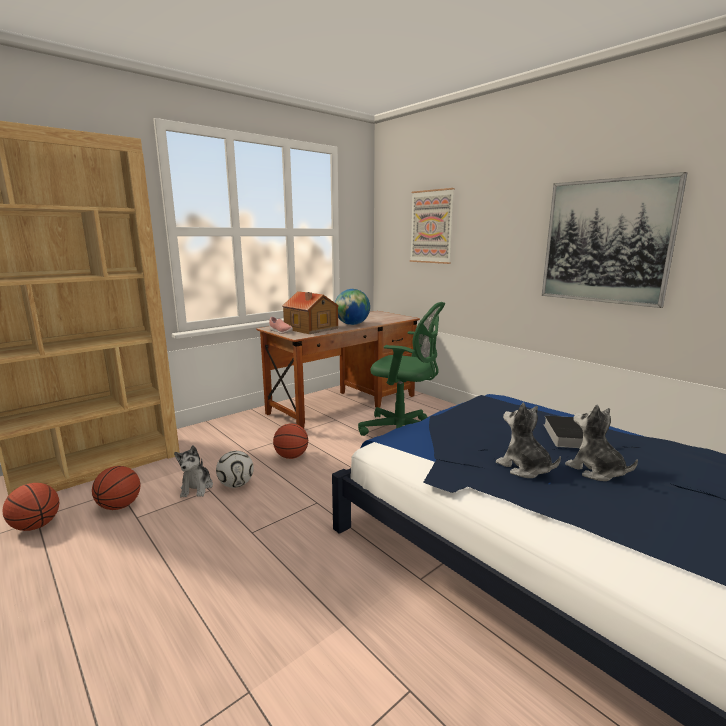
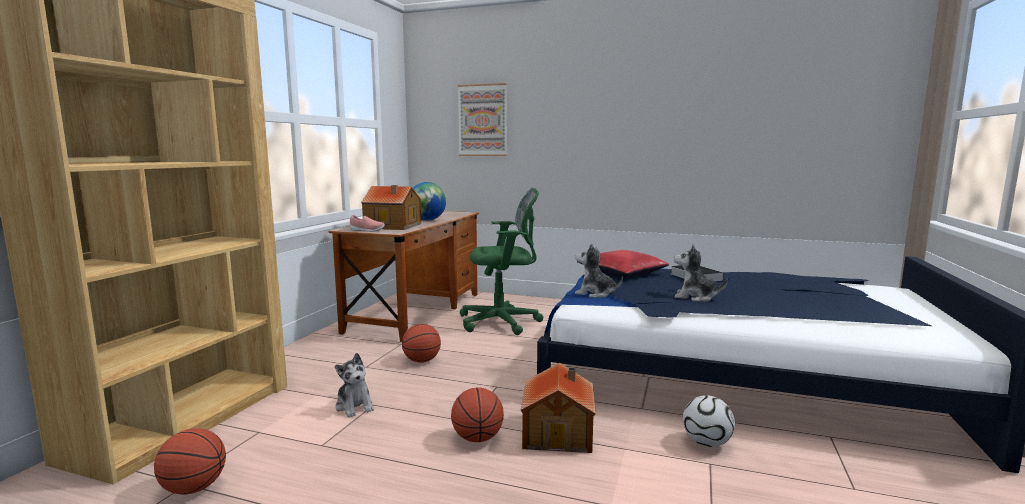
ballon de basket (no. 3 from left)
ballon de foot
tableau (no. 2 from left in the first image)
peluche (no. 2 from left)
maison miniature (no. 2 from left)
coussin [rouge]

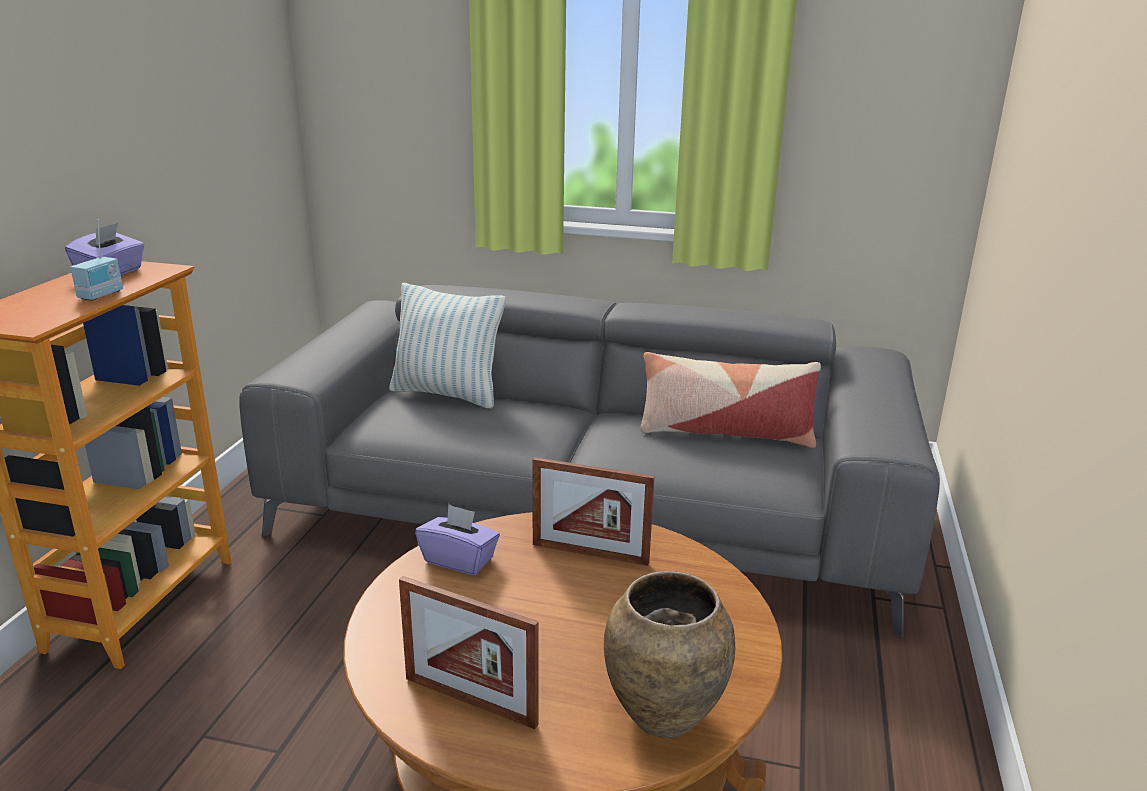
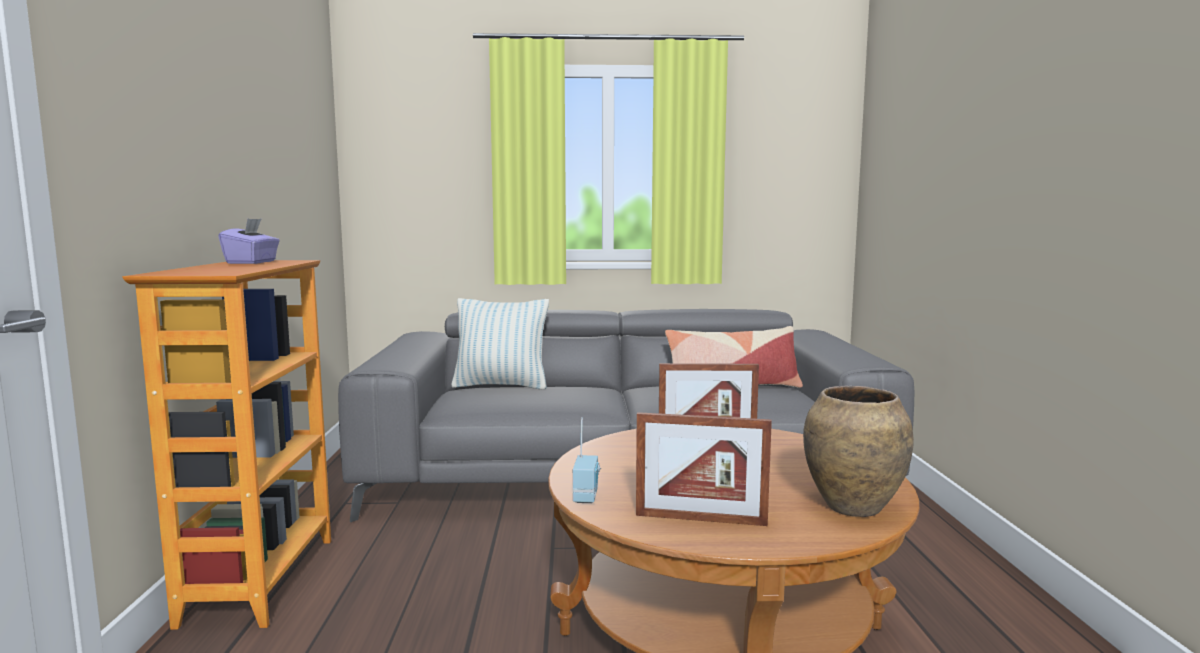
radio
boîte à mouchoirs [violet] (no. 2 from left in the first image)

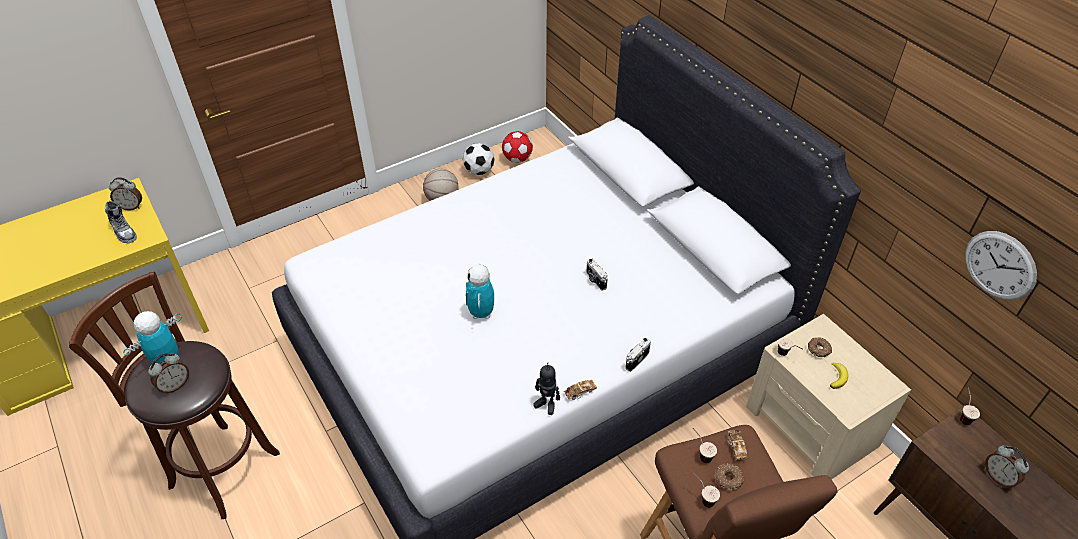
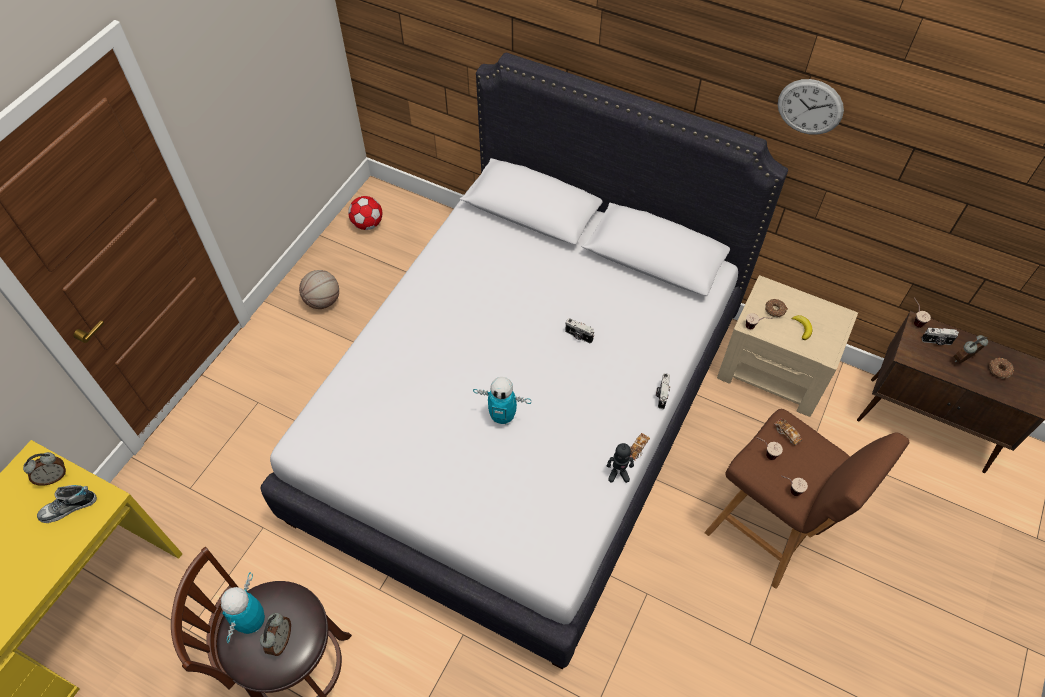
chaussure
ballon de foot (no. 1 from left in the first image)
robot jouet (no. 2 from left)
beignet (no. 2 from left)
horloge murale
réveil (no. 3 from left)
appareil photo (no. 3 from left)

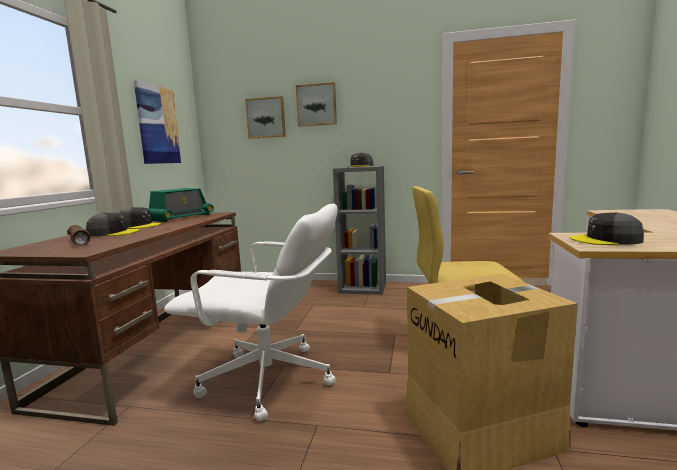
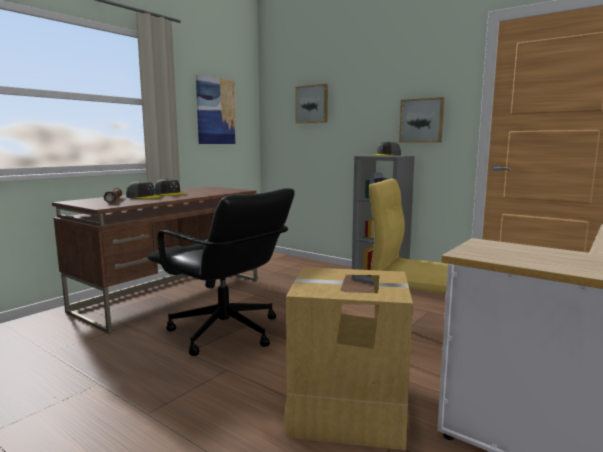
radio
chaise de bureau [noir]
tableau (no. 3 from left)
casquette [gris] (no. 4 from left in the first image)

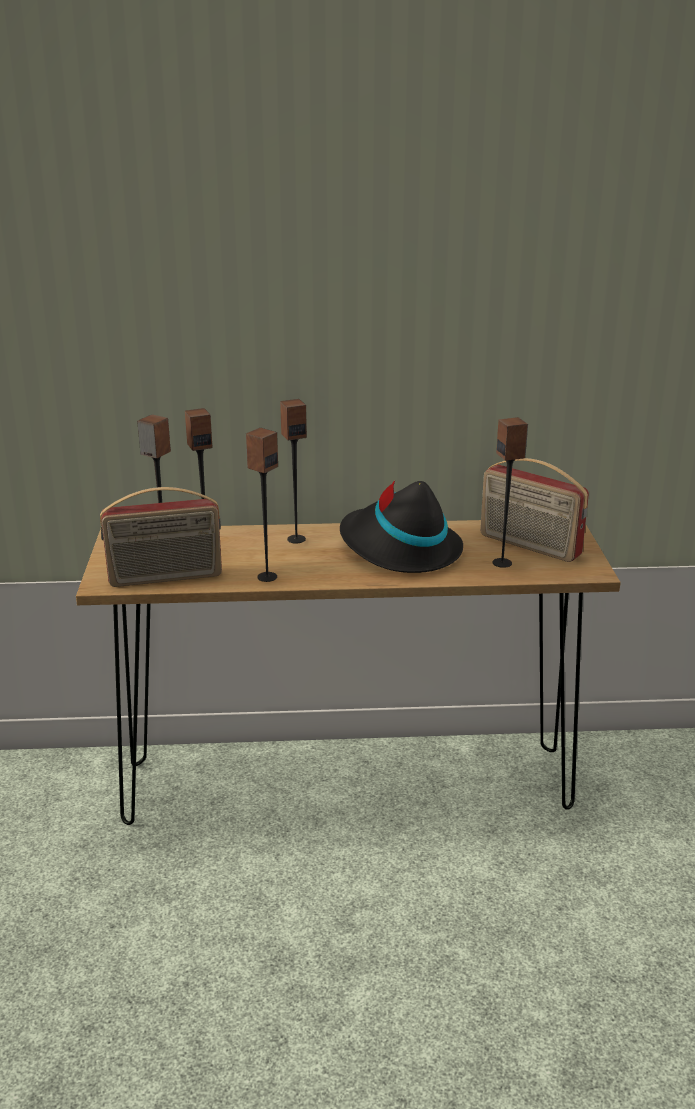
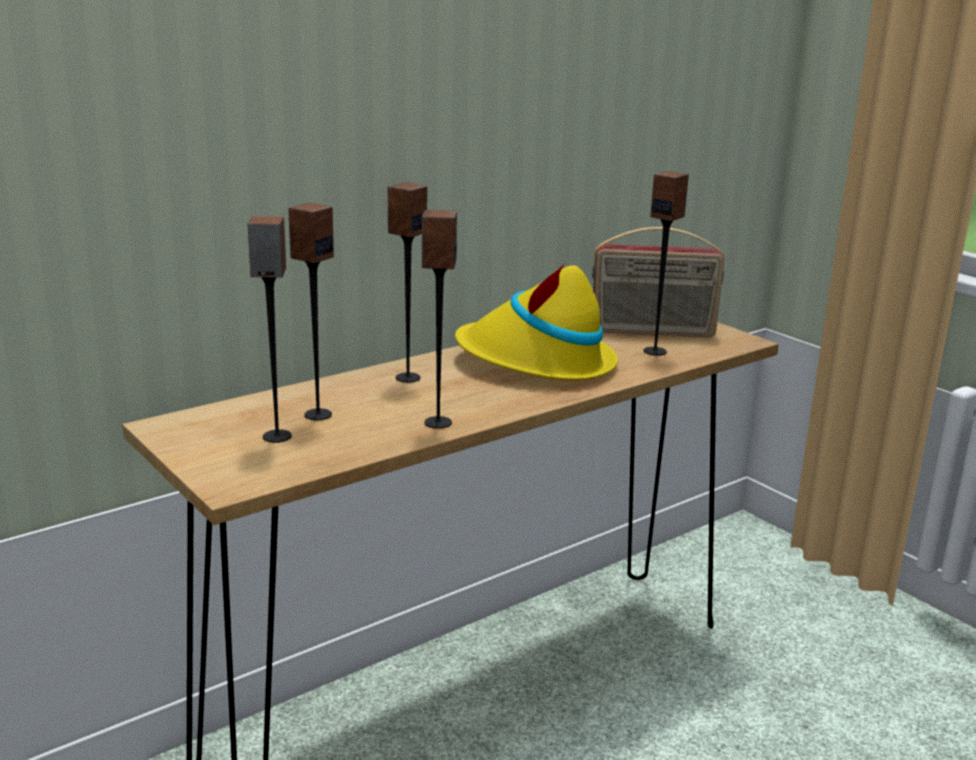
radio (no. 1 from left in the first image)
chapeau [jaune]

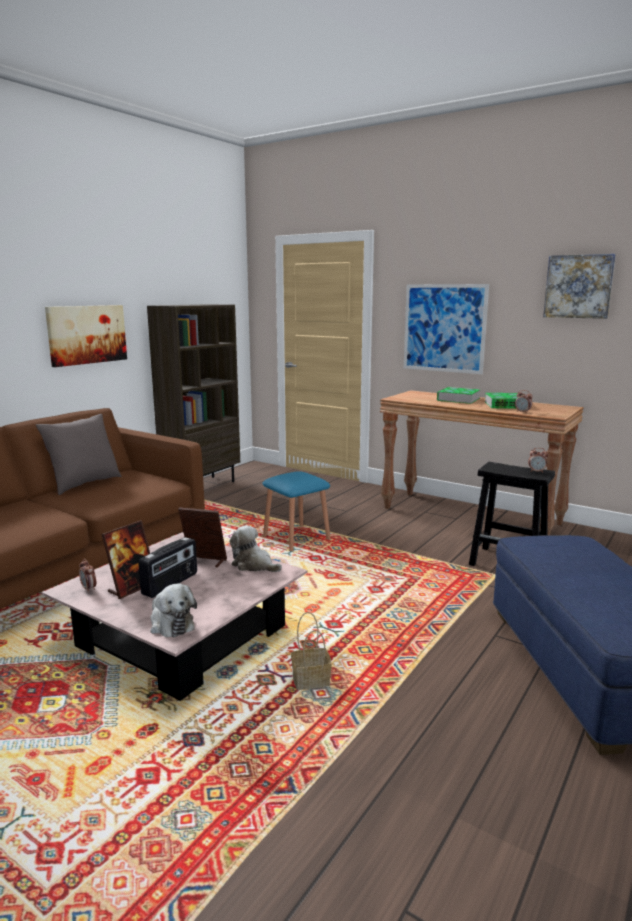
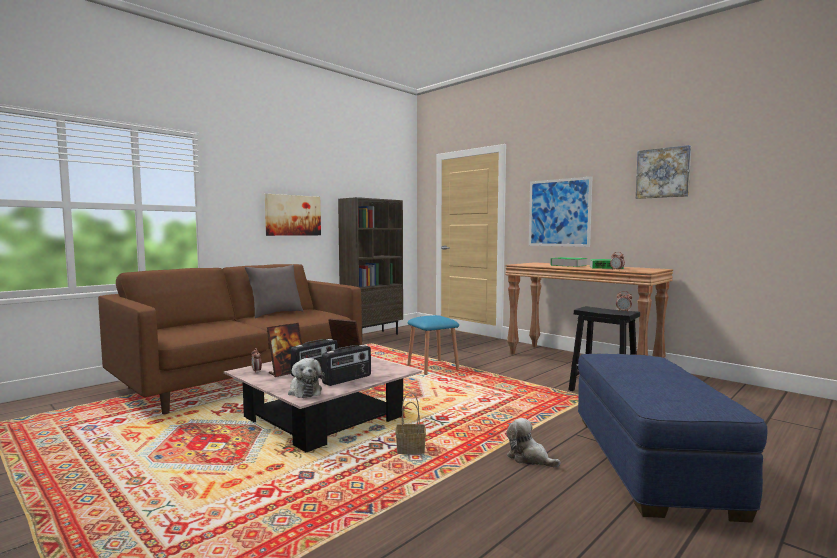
peluche (no. 2 from left)
radio (no. 2 from left)

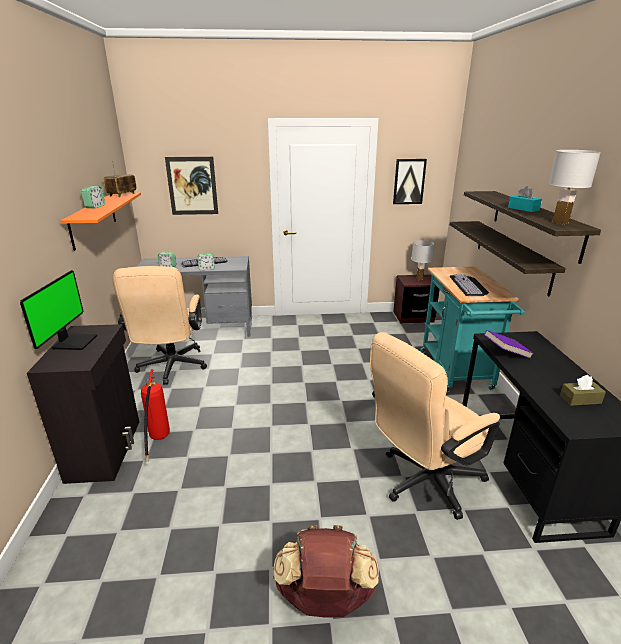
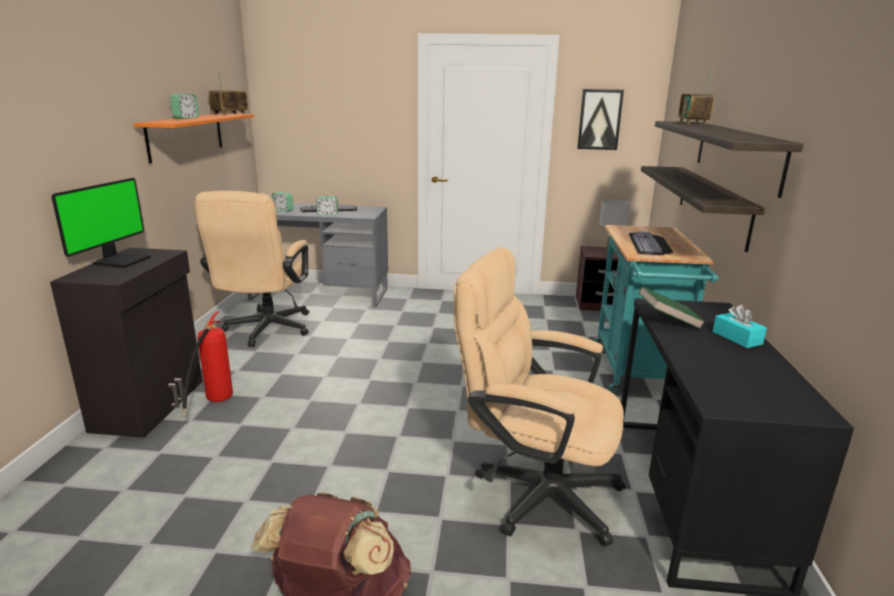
tableau (no. 1 from left in the first image)
chaise de bureau [beige] (no. 2 from left)
livre [vert]
boîte à mouchoirs [turquoise]
lampe de table [blanc] (no. 2 from left in the first image)
boîte à mouchoirs [marron]
radio (no. 2 from left)

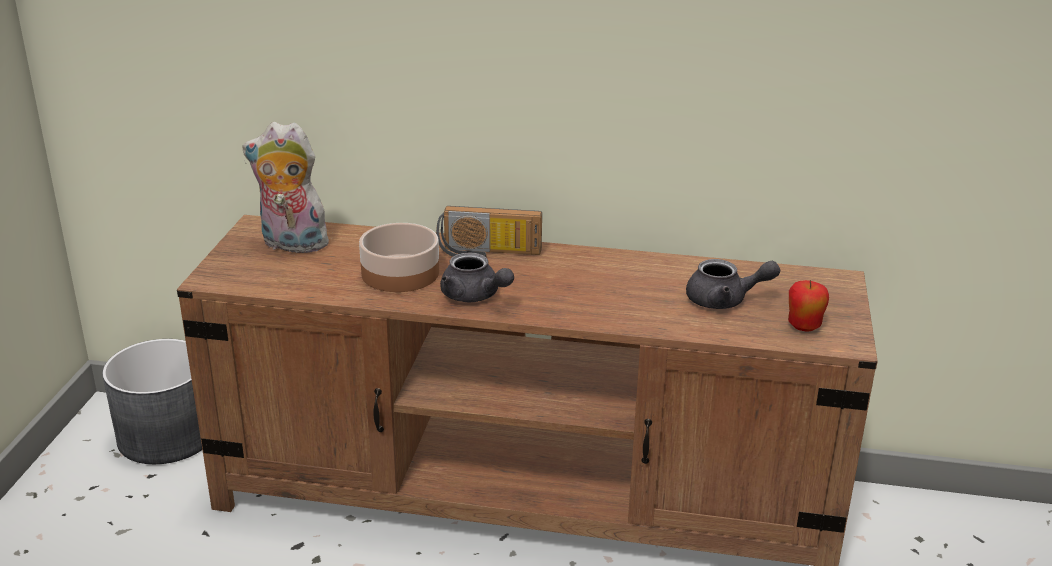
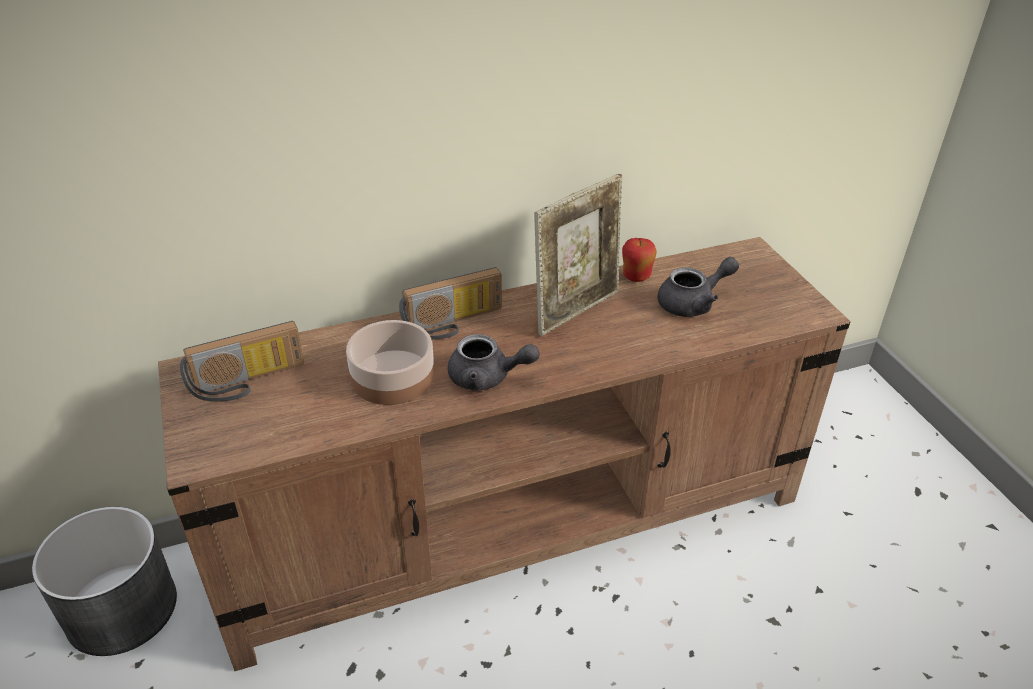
radio (no. 1 from left)
pomme
cadre photo

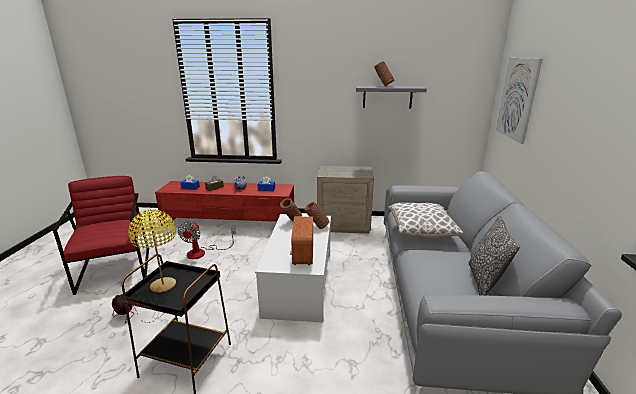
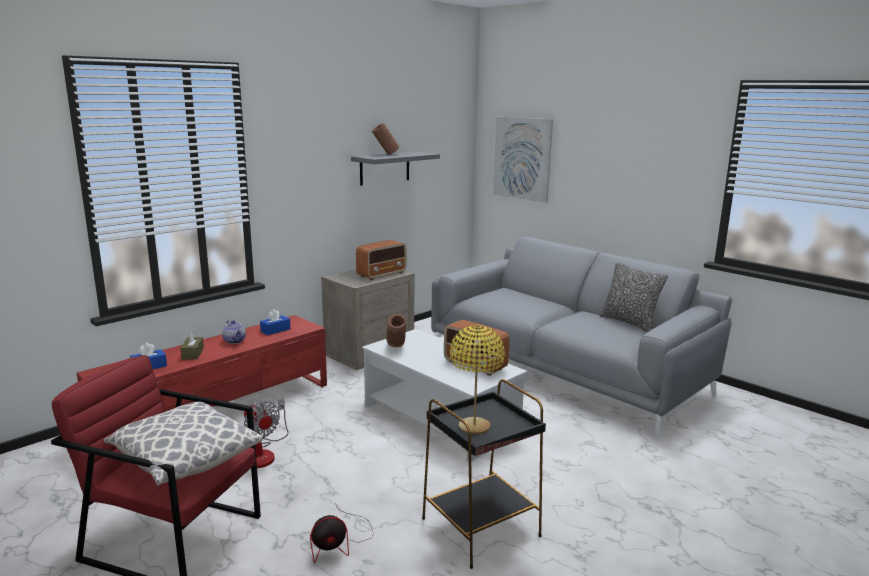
vase [marron] (no. 2 from left in the first image)
coussin (no. 1 from left)
radio (no. 1 from left)

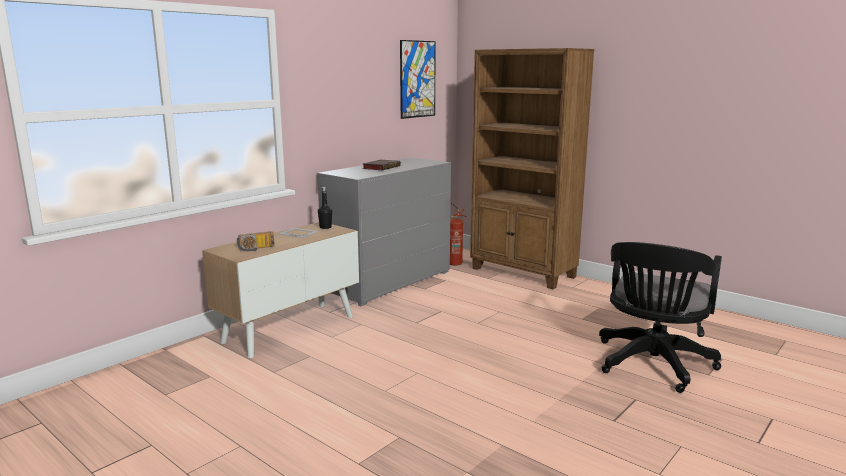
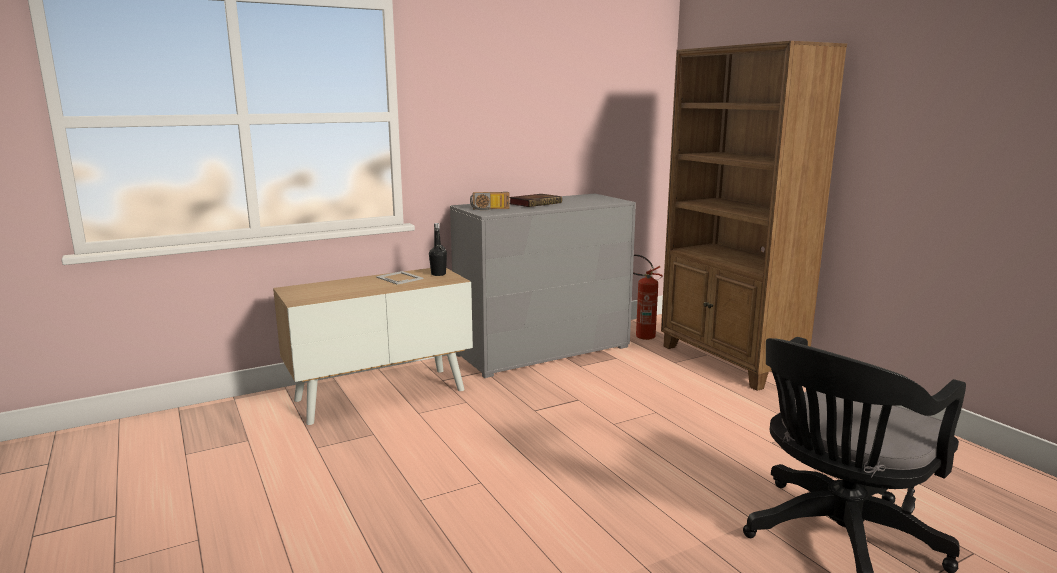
radio
tableau

